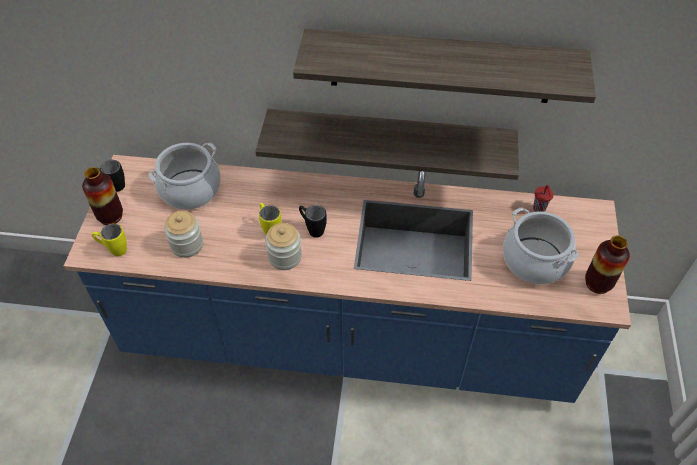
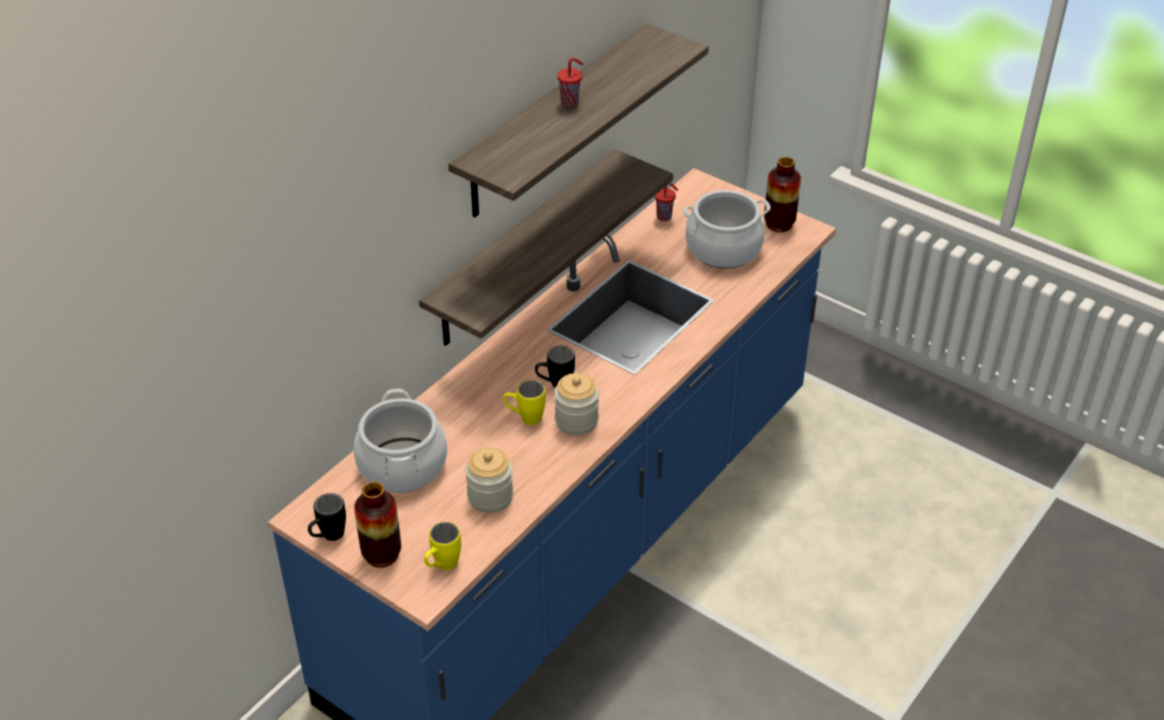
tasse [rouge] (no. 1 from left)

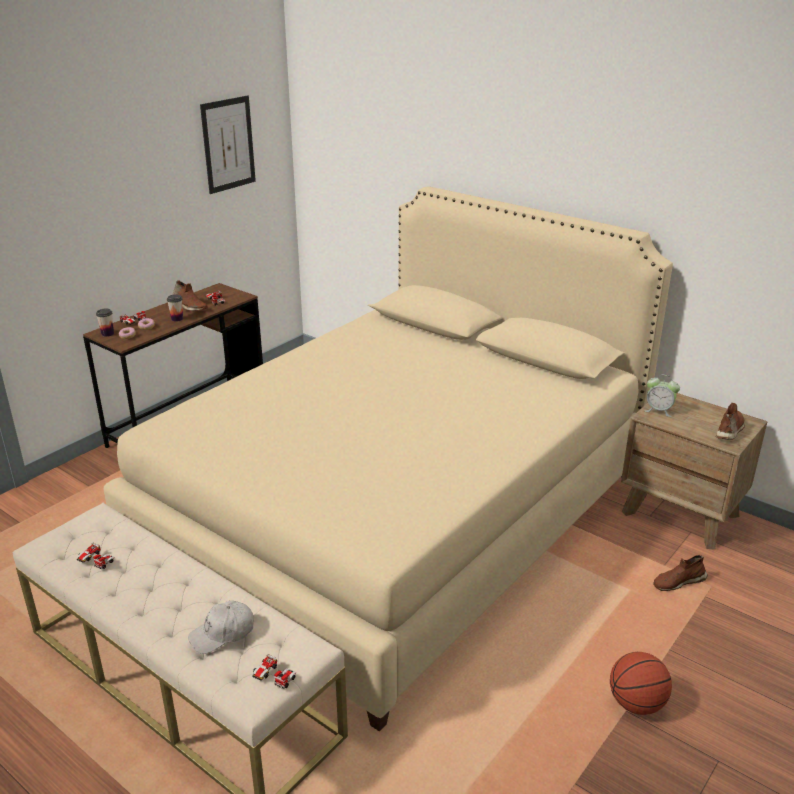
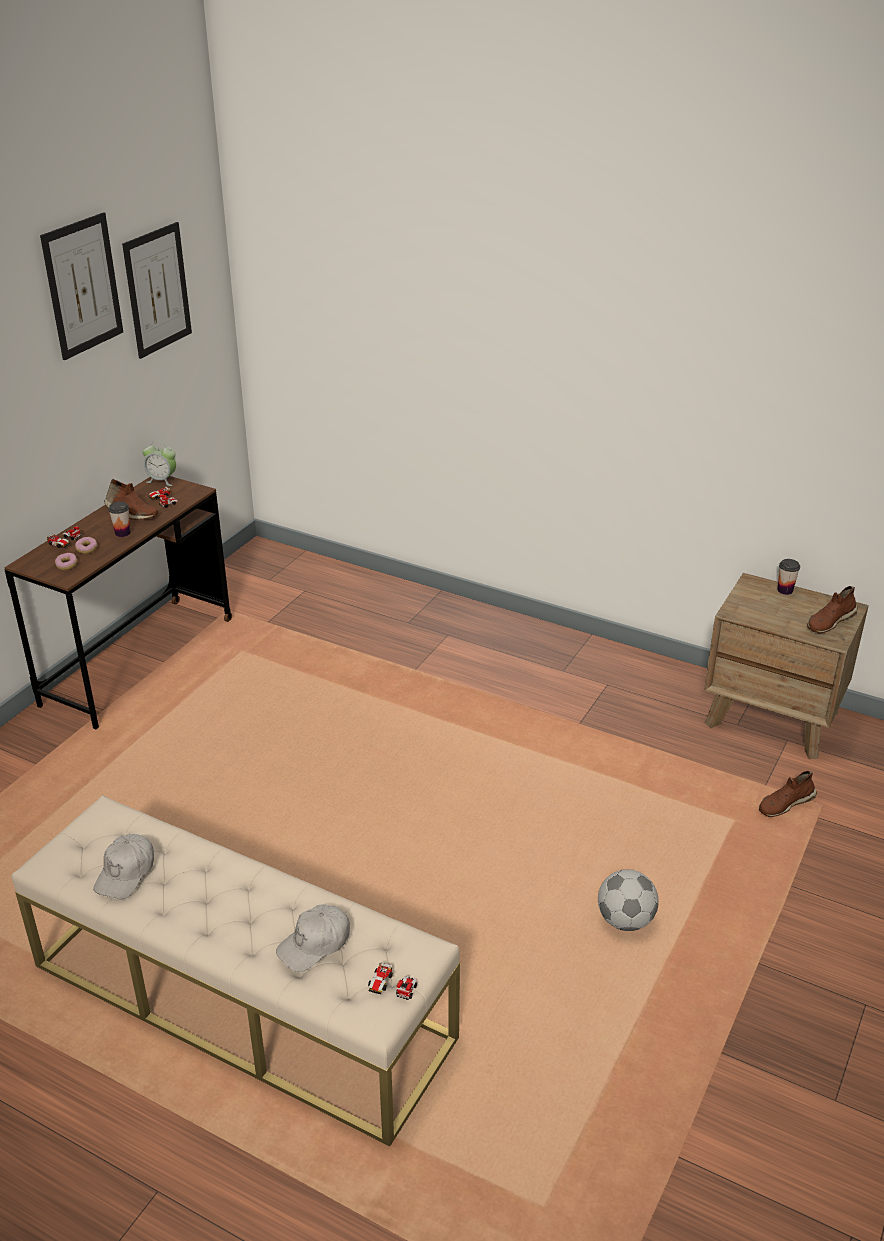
casquette [blanc] (no. 1 from left)
tasse (no. 2 from left)
lit [beige]
ballon de basket
réveil
chaussure [marron] (no. 3 from left)
tableau (no. 1 from left)
ballon de foot

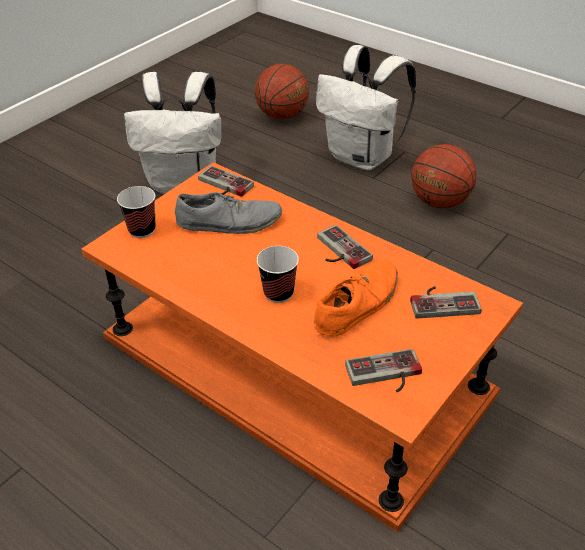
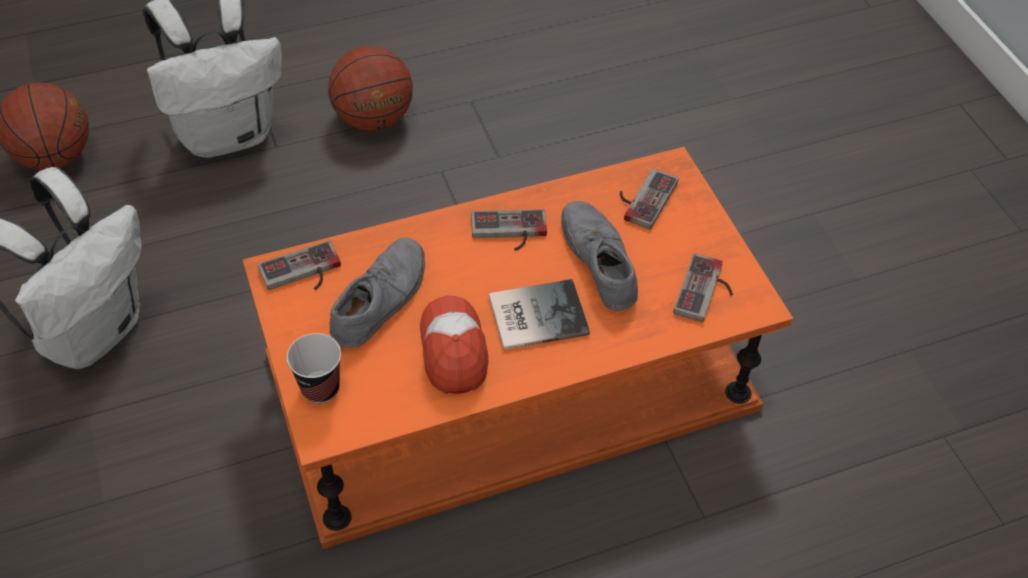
livre
chaussure [gris] (no. 2 from left)
casquette

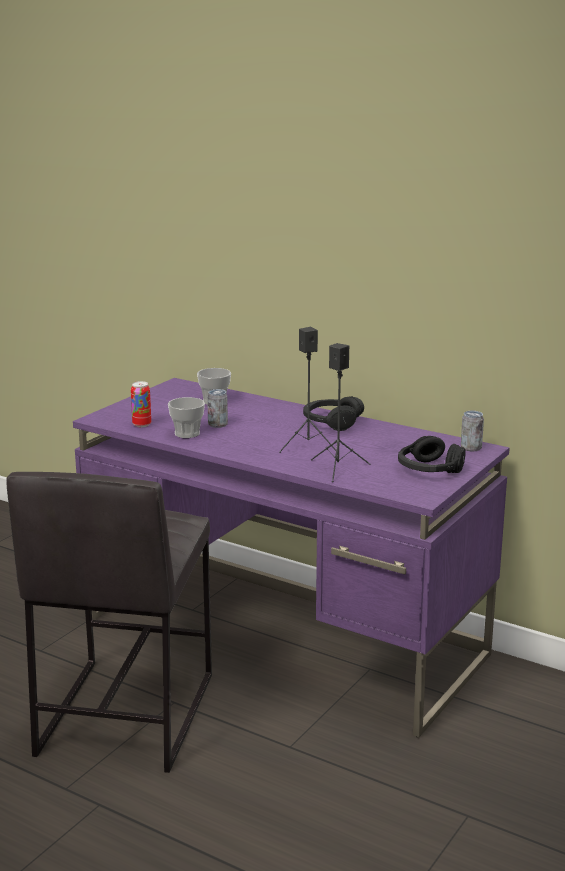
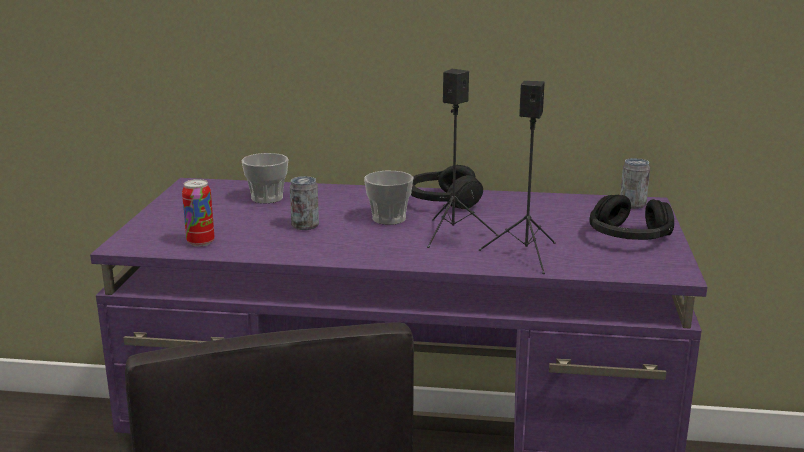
tasse (no. 2 from left)

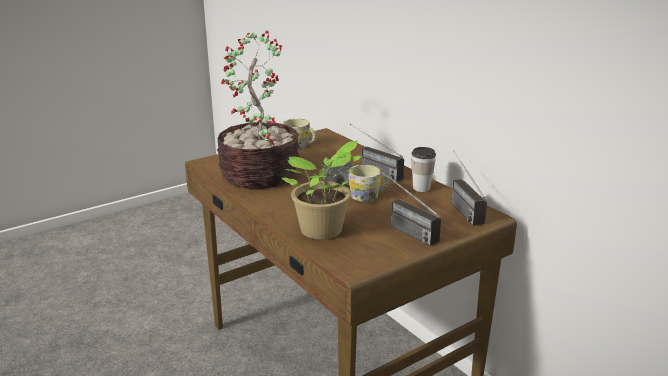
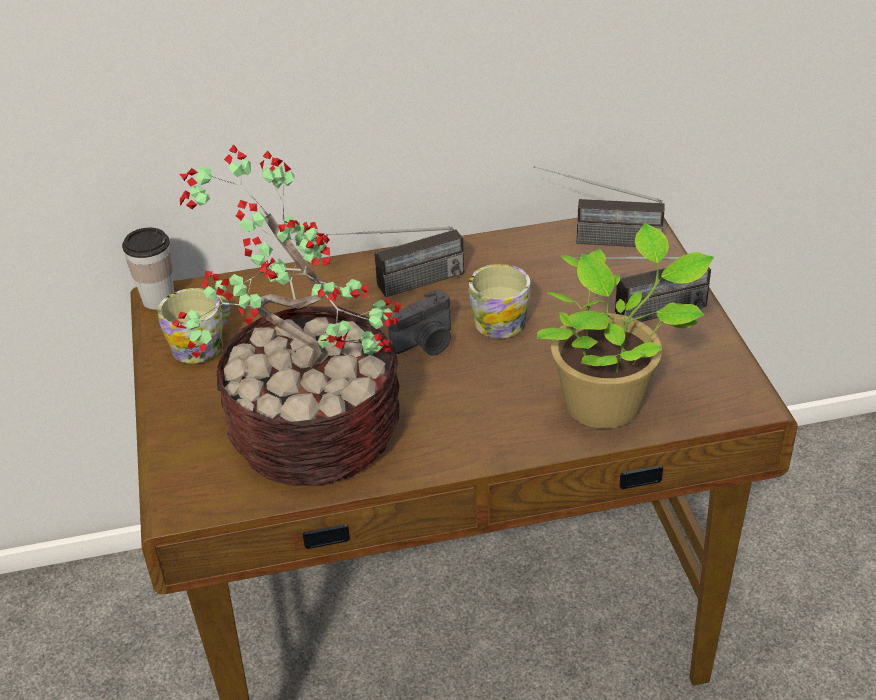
tasse

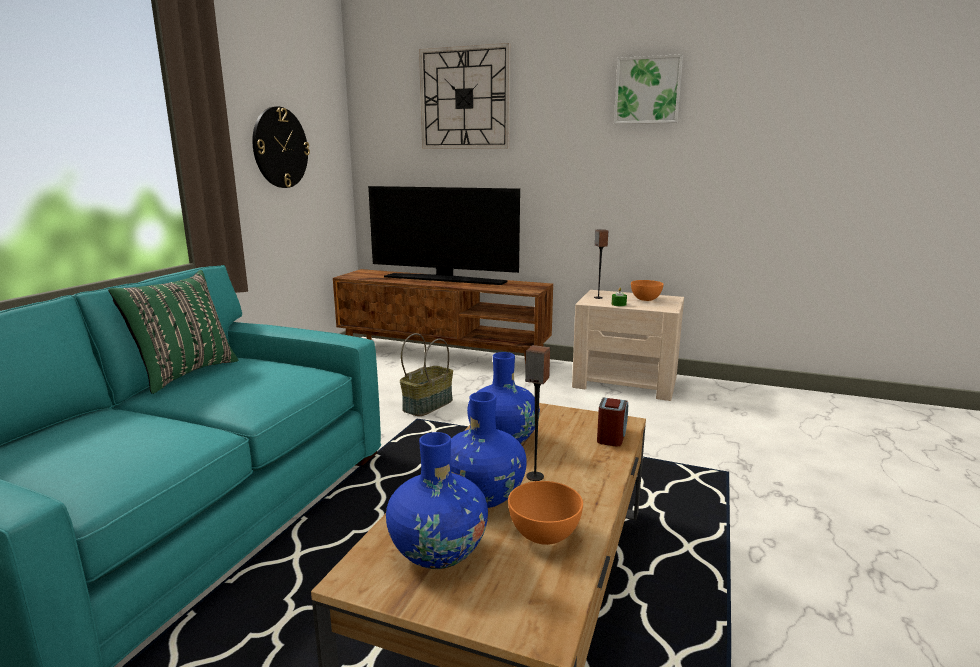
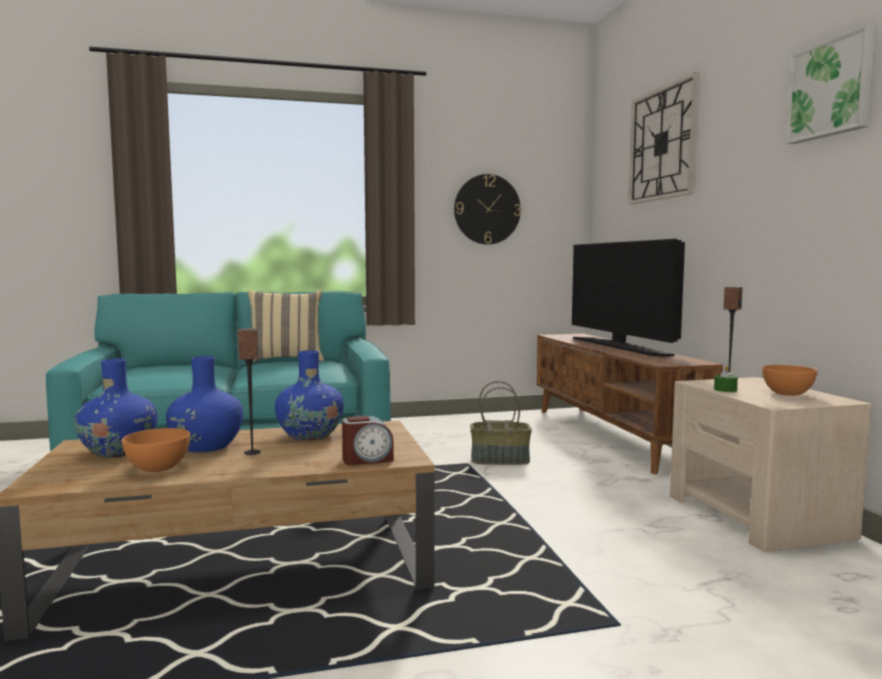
coussin [beige]

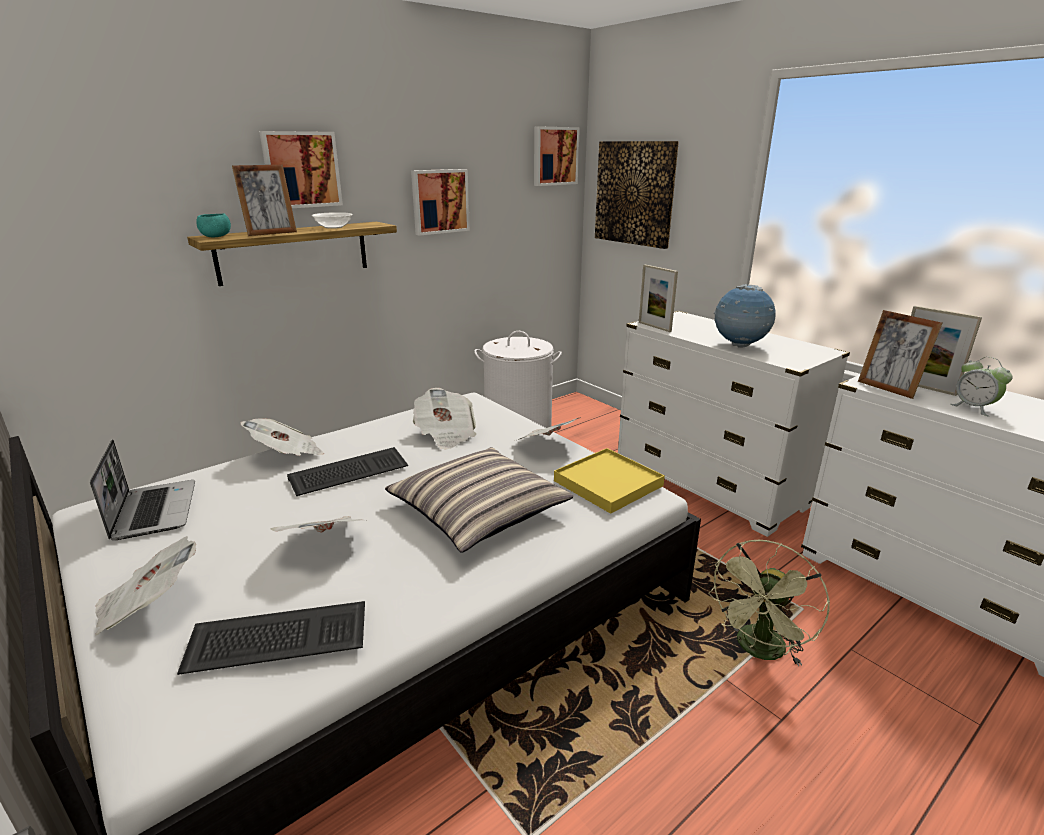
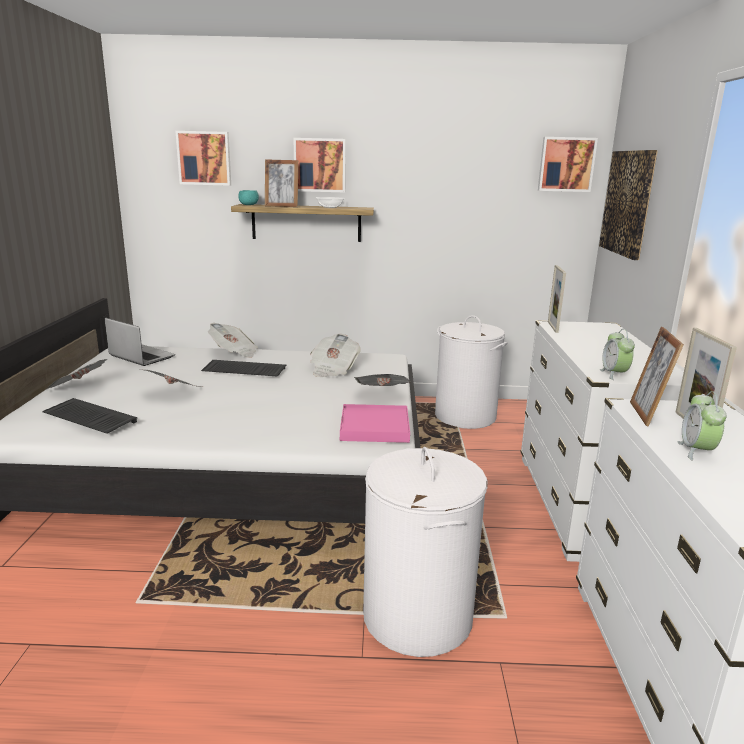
ordinateur portable
coussin
tableau (no. 1 from left)
plateau [rose]
panier à linge [blanc] (no. 1 from left)
globe
réveil (no. 1 from left)

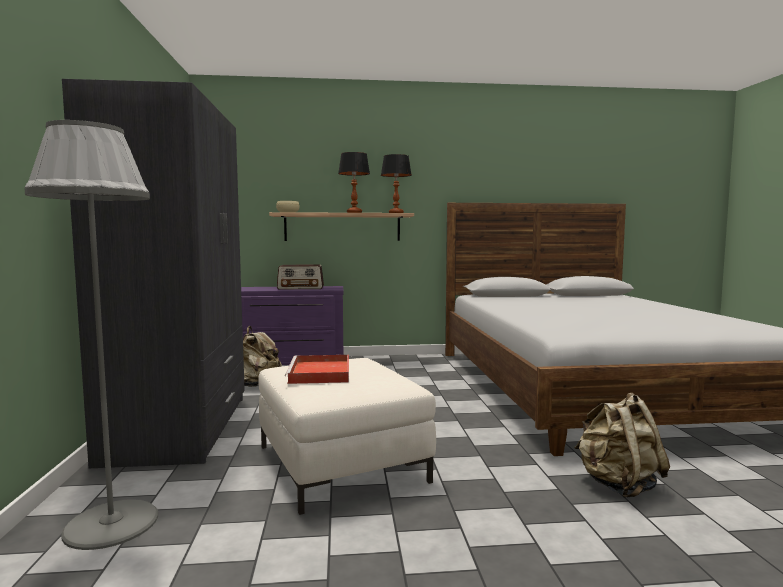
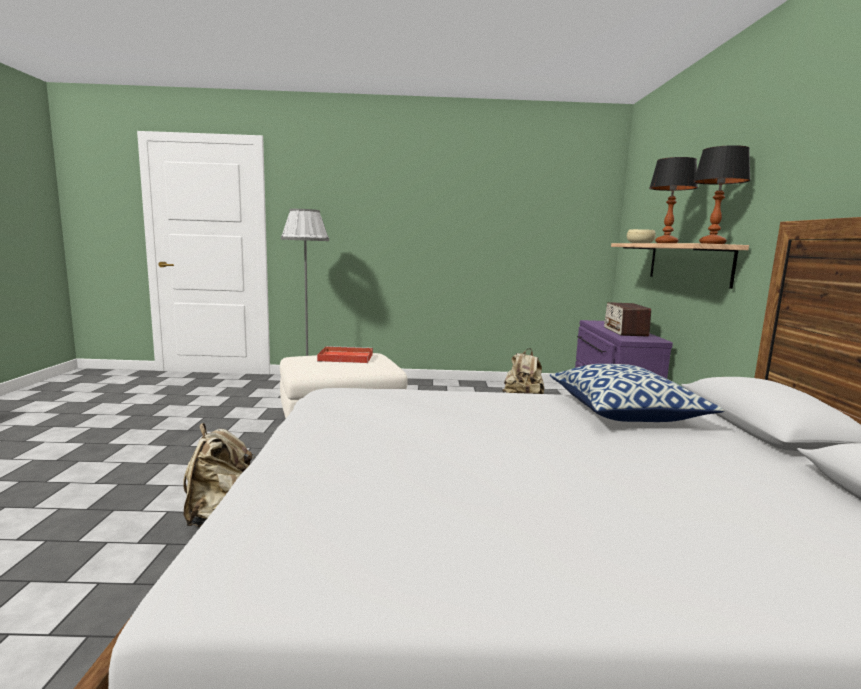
armoire [gris]
coussin

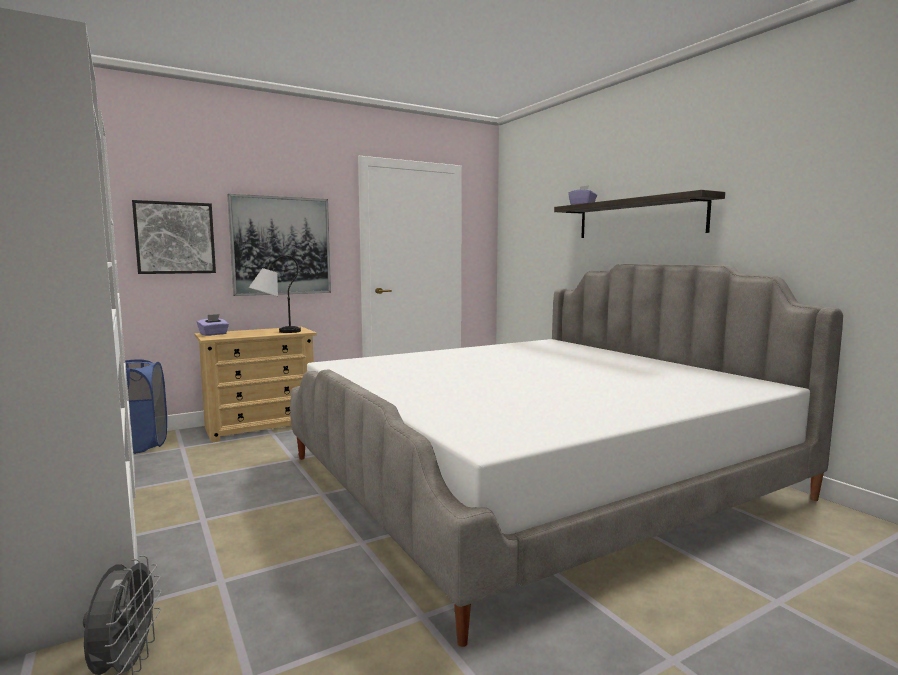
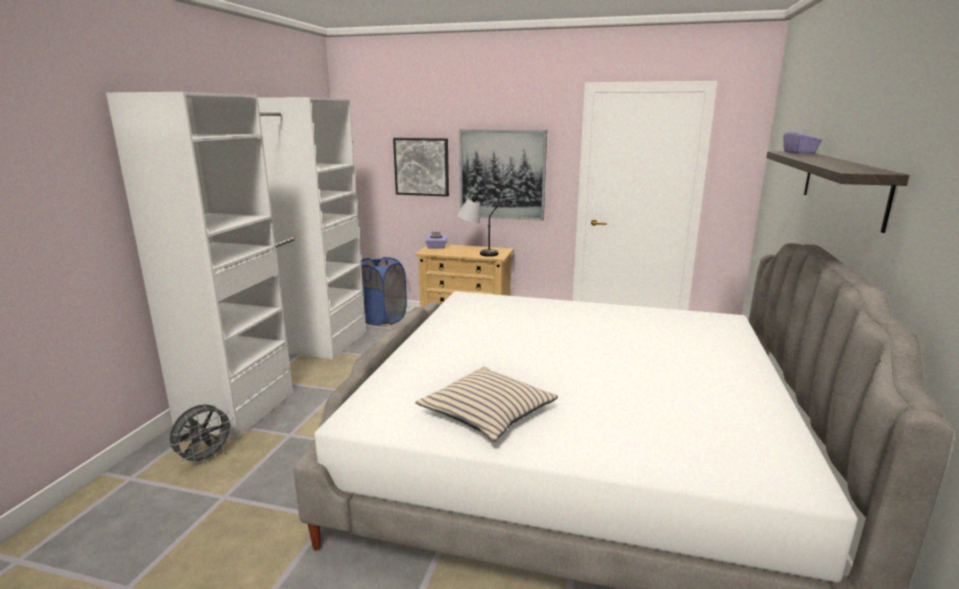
coussin [beige]

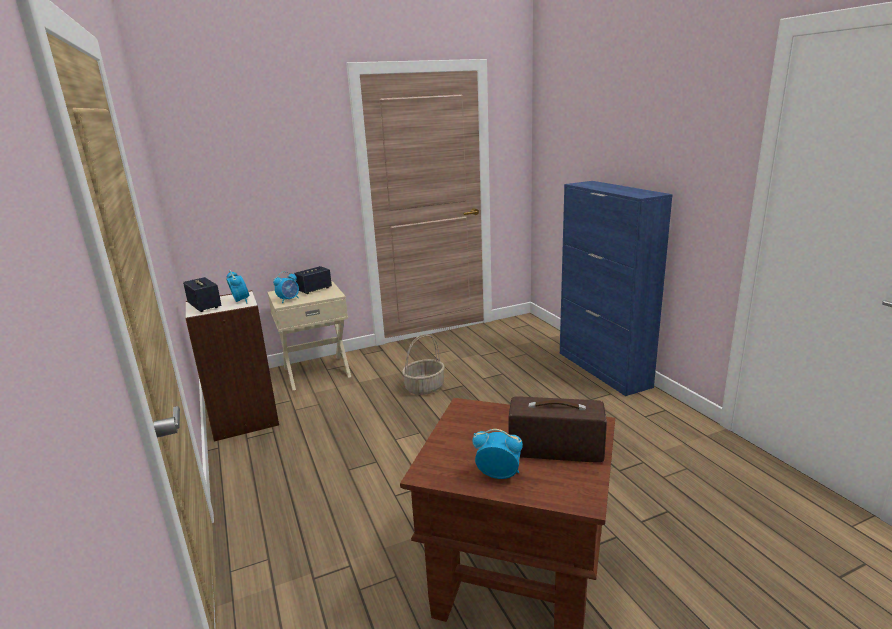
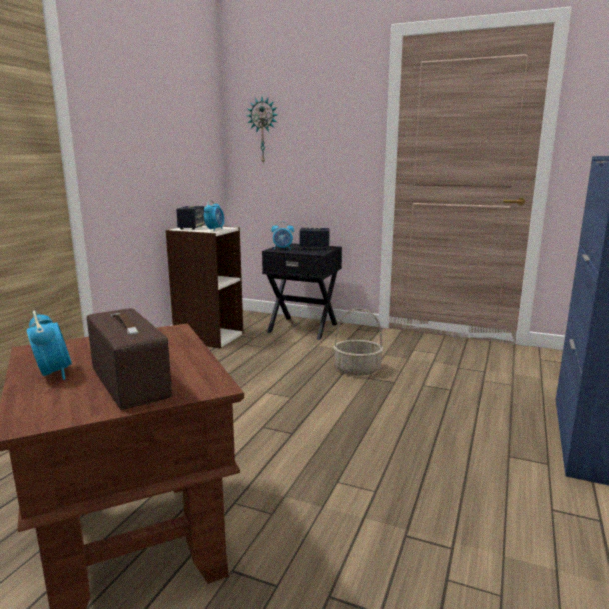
table de chevet [noir]
horloge murale

